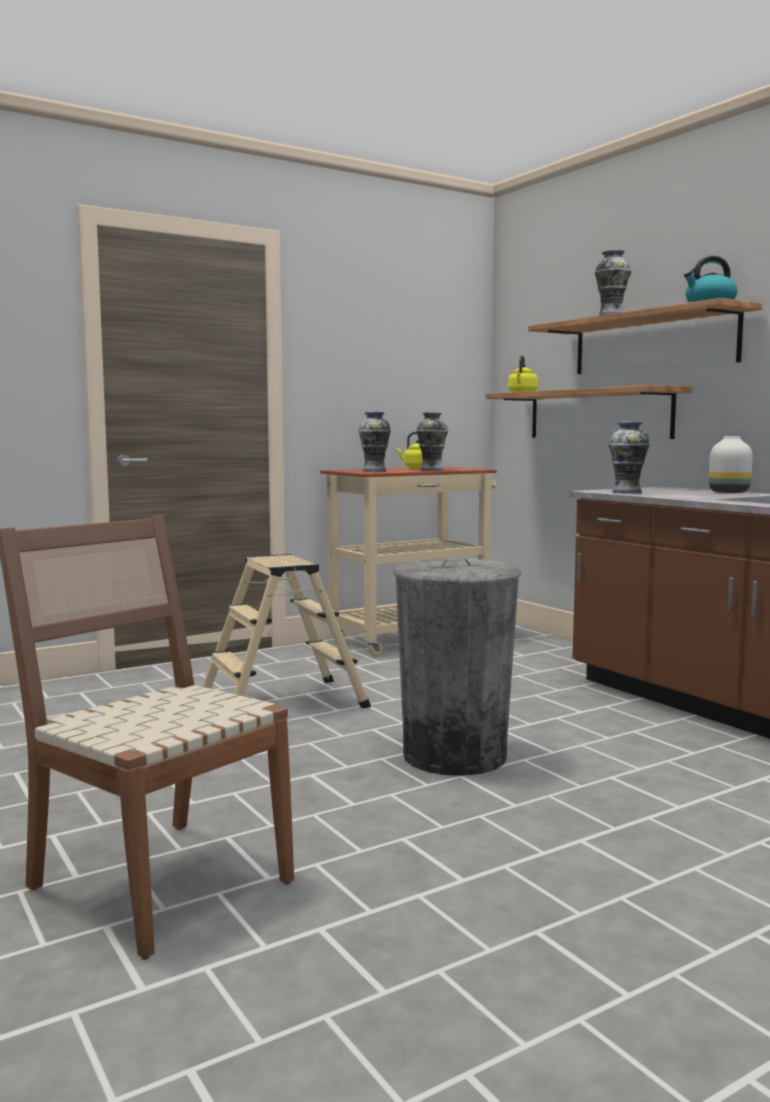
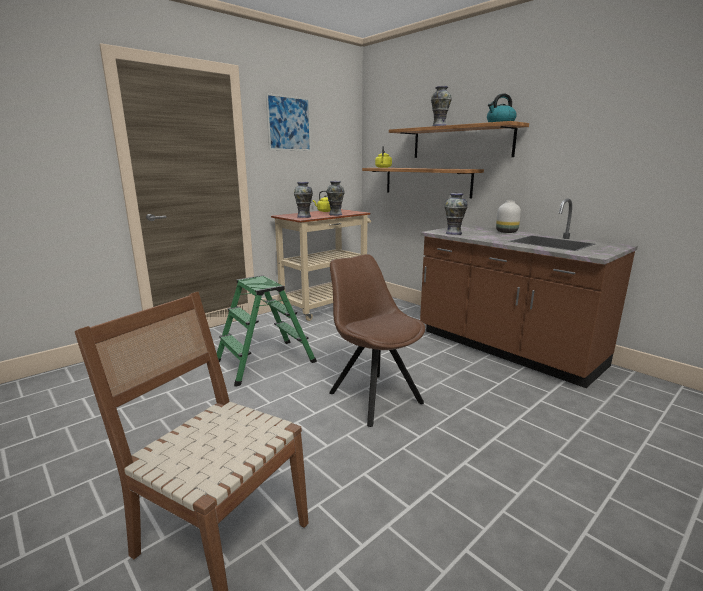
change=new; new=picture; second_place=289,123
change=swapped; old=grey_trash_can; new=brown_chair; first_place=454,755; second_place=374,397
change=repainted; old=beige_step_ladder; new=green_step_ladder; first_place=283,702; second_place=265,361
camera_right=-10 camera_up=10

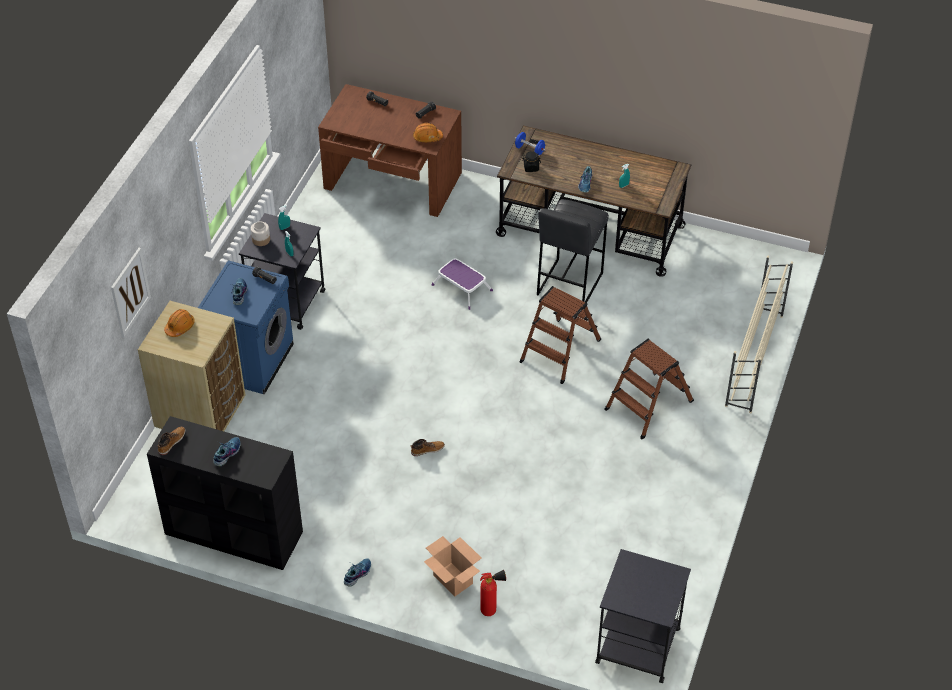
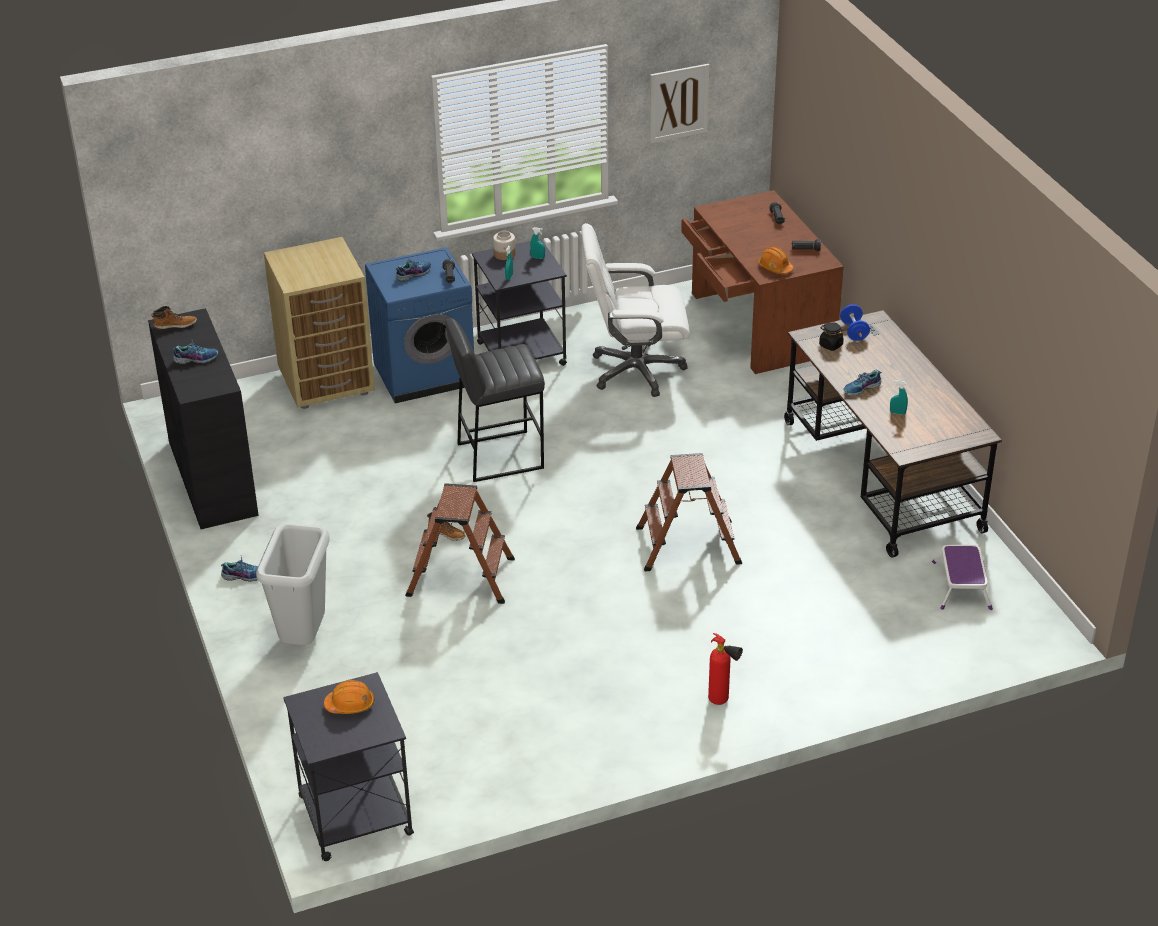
change=gone; old=beige_shoe_rack; first_place=753,360
change=new; new=white_office_chair; second_place=635,371
change=shifted; old=picture; first_place=130,292; second_place=678,103
change=shifted; old=orange_hard_hat; first_place=180,327; second_place=350,704
change=shifted; old=purple_step_ladder; first_place=462,287; second_place=962,585
change=shifted; old=fire_extinguisher; first_place=492,610; second_place=722,702
change=shifted; old=grey_stool; first_place=569,284; second_place=498,456
change=shifted; old=brown_step_ladder; first_place=649,405; second_place=460,577
change=swapped; old=cardboard_box; new=grey_trash_can; first_place=452,579; second_place=303,638
camera_right=50 camera_up=-10

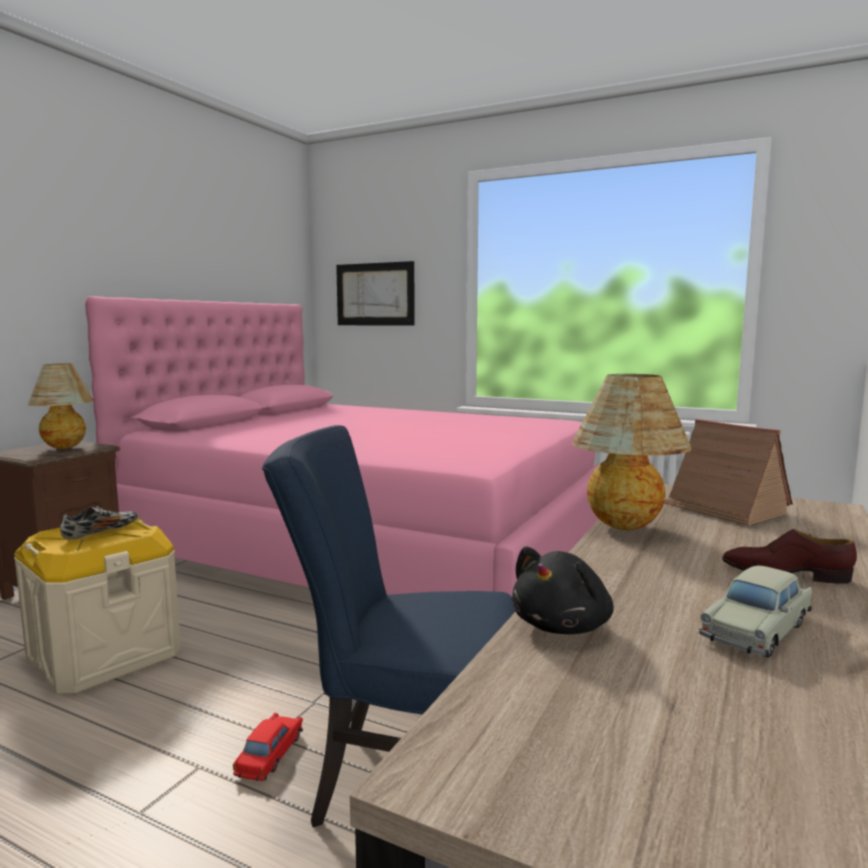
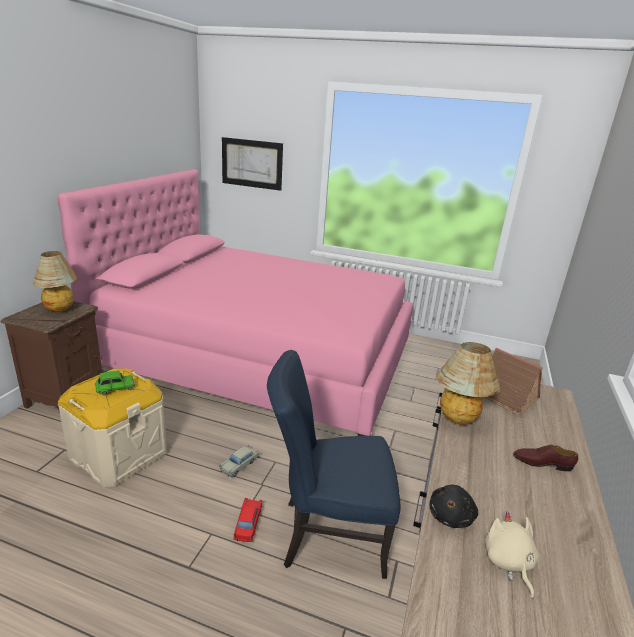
change=new; new=beige_plush_toy; second_place=508,563
change=shifted; old=beige_toy_car; first_place=758,630; second_place=239,465
change=swapped; old=shoe; new=green_toy_car; first_place=100,533; second_place=115,387
camera_right=-10 camera_up=15

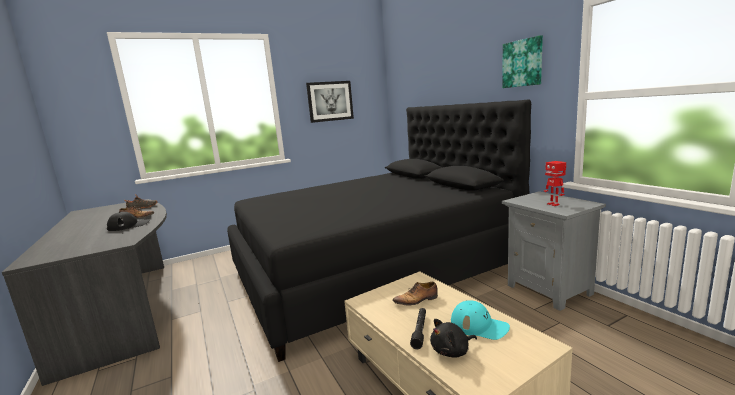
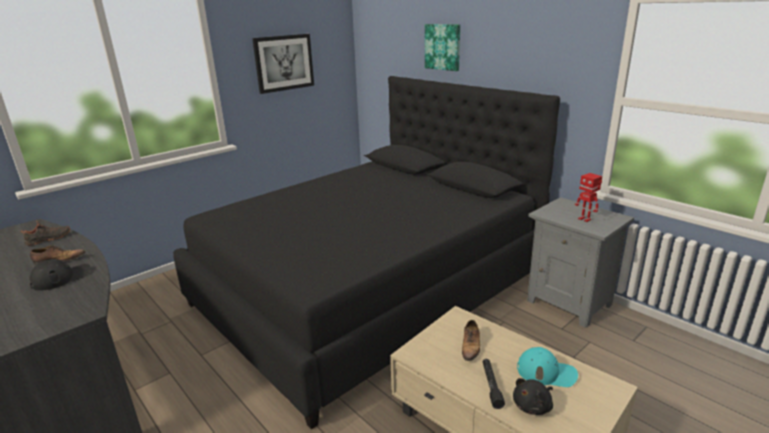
change=shifted; old=picture; first_place=523,63; second_place=443,47
change=rotated; old=shoe; first_place=417,300; second_place=471,346; degrees=-45
camera_right=-15 camera_up=10

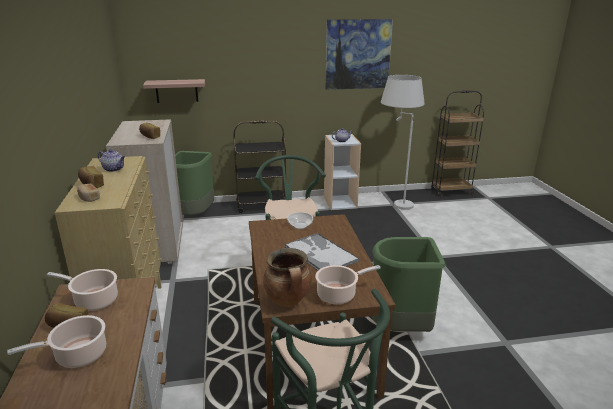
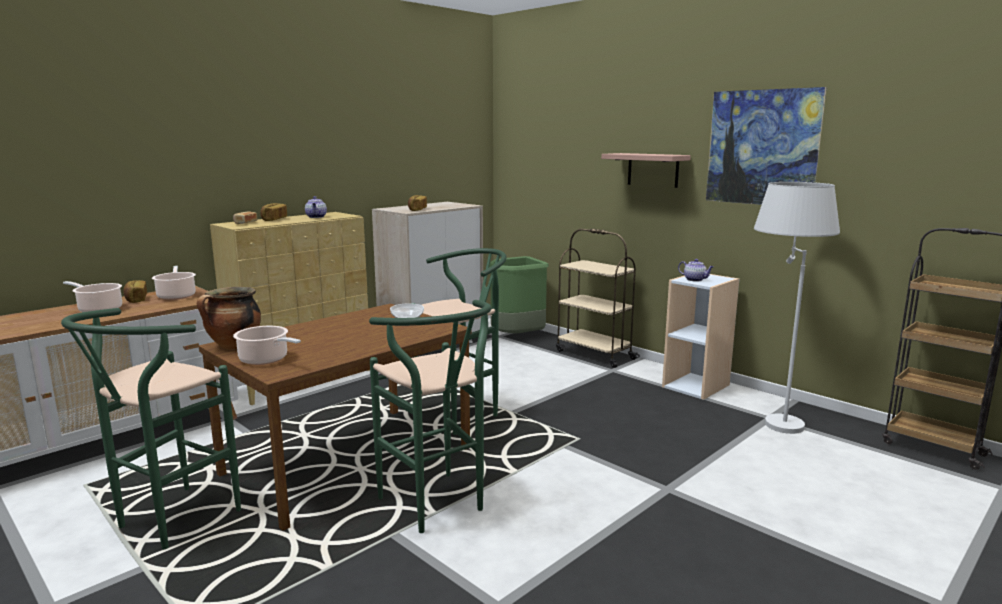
change=gone; old=tray; first_place=320,253
change=shifted; old=shelf; first_place=176,91; second_place=653,170
change=swapped; old=green_trash_can; new=green_stool; first_place=401,328; second_place=437,508
change=repainted; old=black_cart; new=beige_cart; first_place=262,206; second_place=594,354
camera_right=55 camera_up=-10

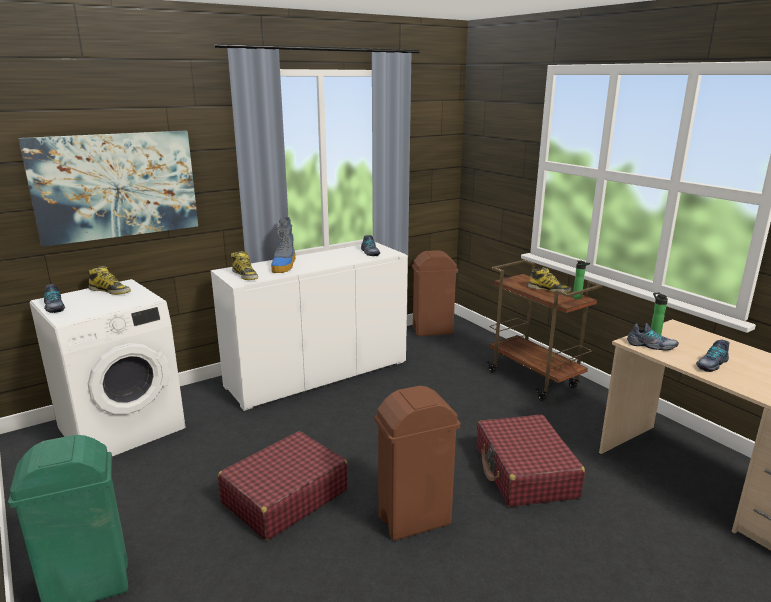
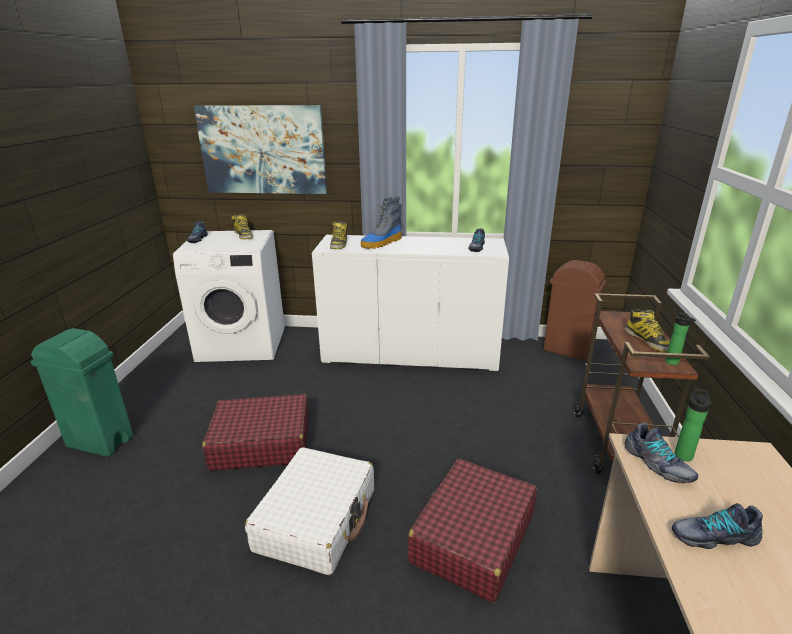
change=swapped; old=brown_trash_can; new=white_suitcase; first_place=413,520; second_place=317,520
camera_right=40 camera_up=5

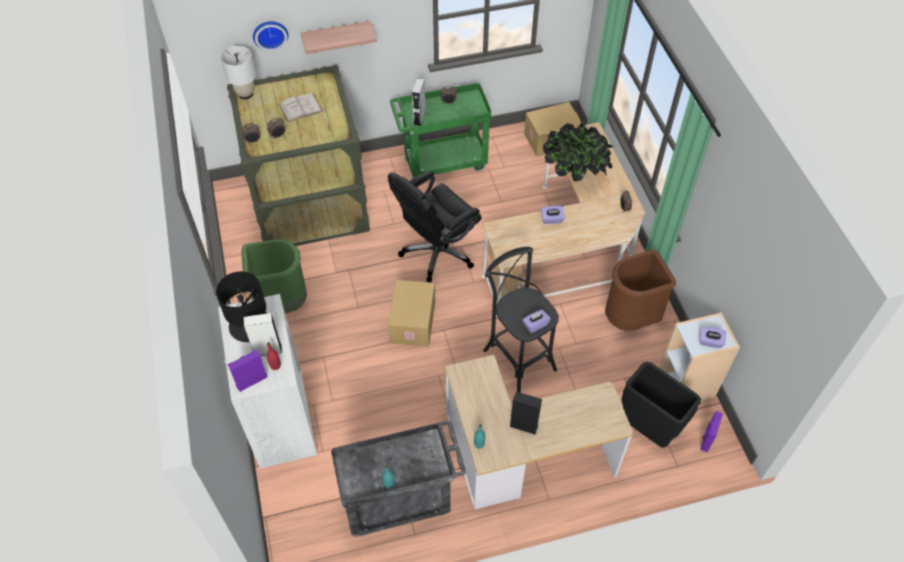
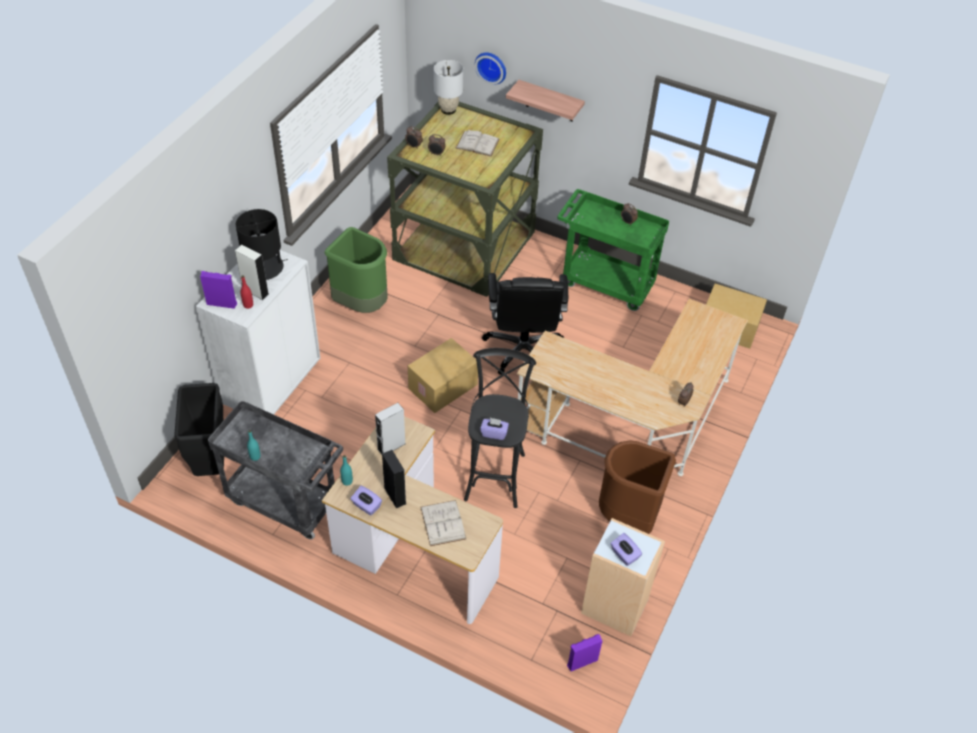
change=gone; old=potted_plant; first_place=574,175
change=new; new=white_book; second_place=443,523
change=shifted; old=grey_speaker; first_place=419,118; second_place=391,446
change=shifted; old=purple_tissue_box; first_place=552,219; second_place=366,506
change=shifted; old=black_trash_can; first_place=647,431; second_place=210,463
change=rotated; old=black_office_chair; first_place=438,252; second_place=523,349; degrees=-90
camera_right=40 camera_up=-5

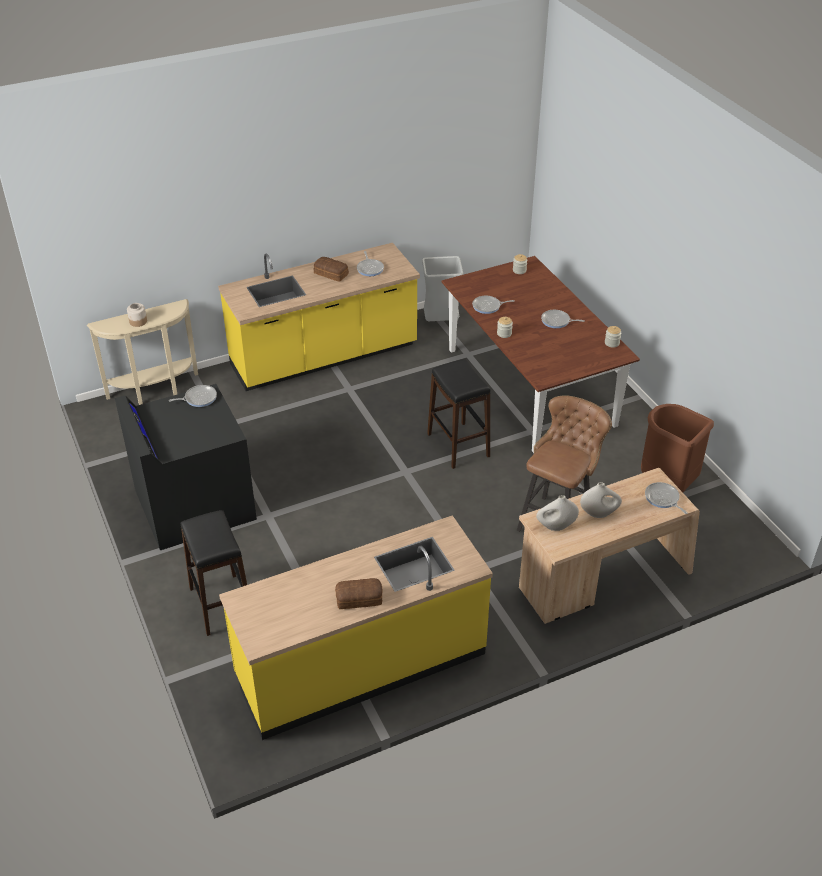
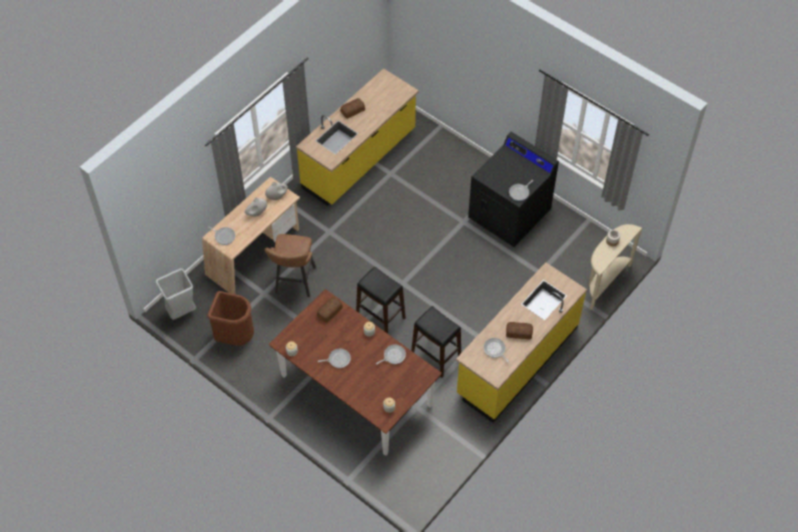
change=new; new=bread; second_place=329,312
change=shifted; old=black_stool; first_place=221,604; second_place=436,356
change=shifted; old=grey_trash_can; first_place=440,323; second_place=182,312
camera_right=155 camera_up=15

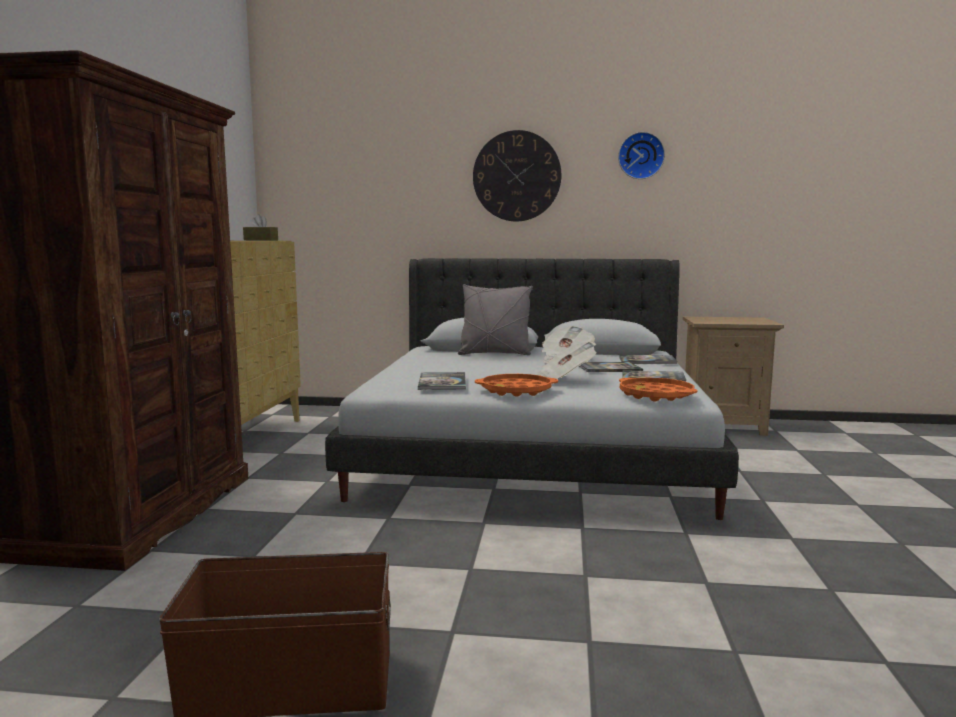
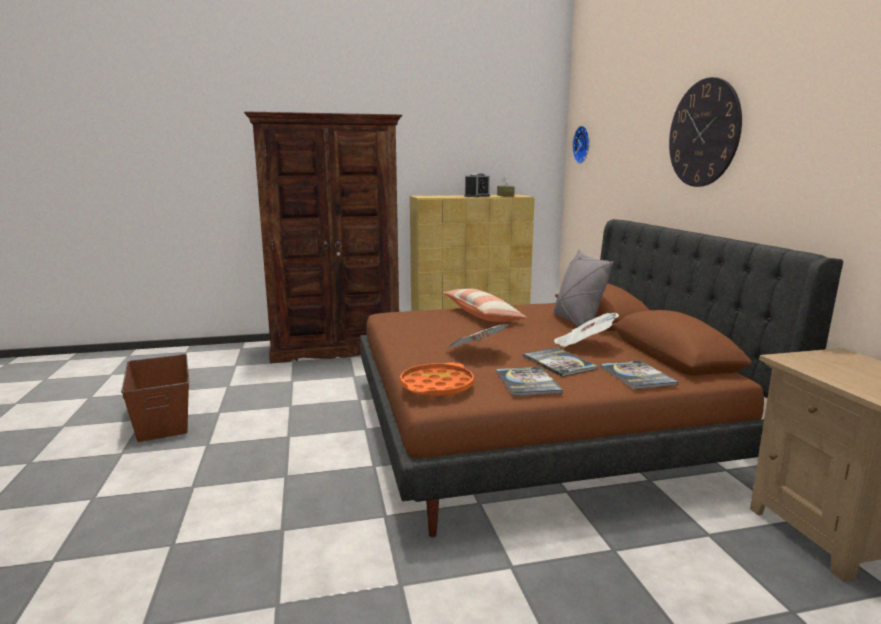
change=gone; old=book; first_place=442,382
change=gone; old=orange_tray; first_place=516,391
change=new; new=pillow; second_place=482,315
change=new; new=alarm_clock; second_place=477,196
change=shifted; old=wall_clock; first_place=641,156; second_place=583,144
change=repainted; old=grey_bed; new=brown_bed; first_place=533,454; second_place=540,424
camera_right=70 camera_up=5

